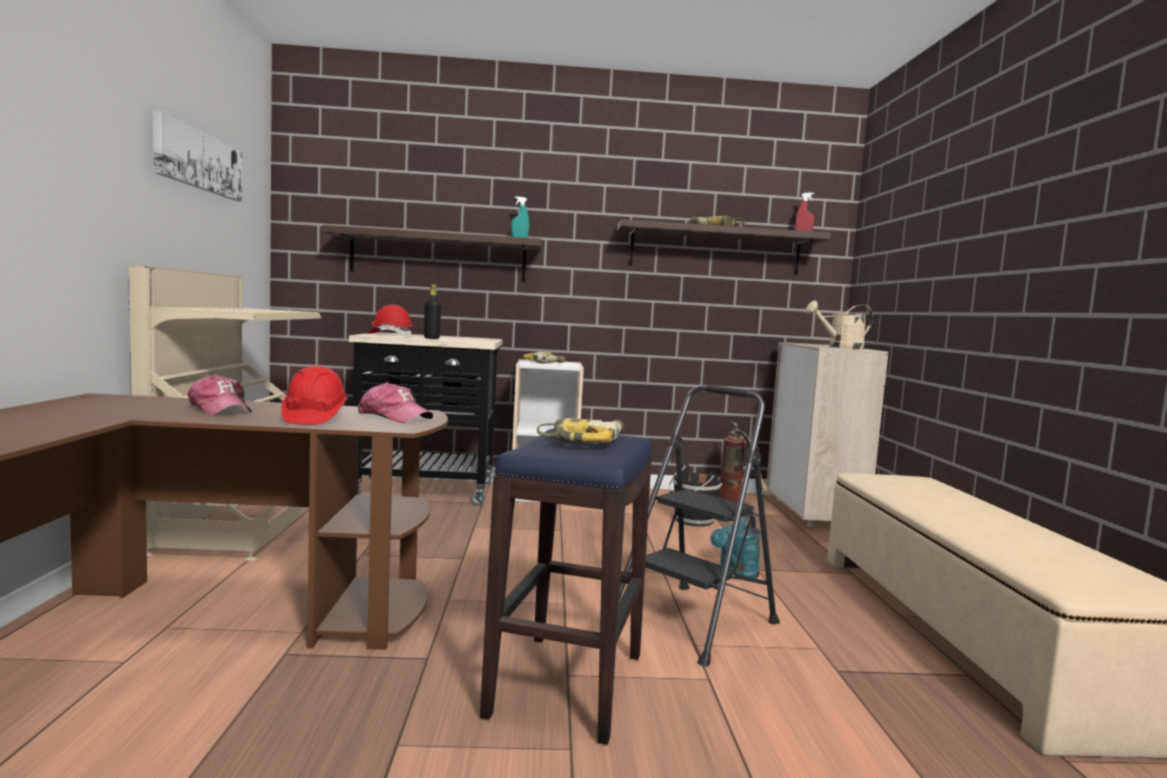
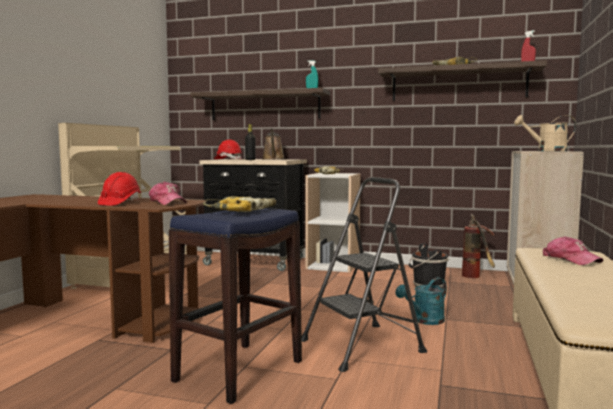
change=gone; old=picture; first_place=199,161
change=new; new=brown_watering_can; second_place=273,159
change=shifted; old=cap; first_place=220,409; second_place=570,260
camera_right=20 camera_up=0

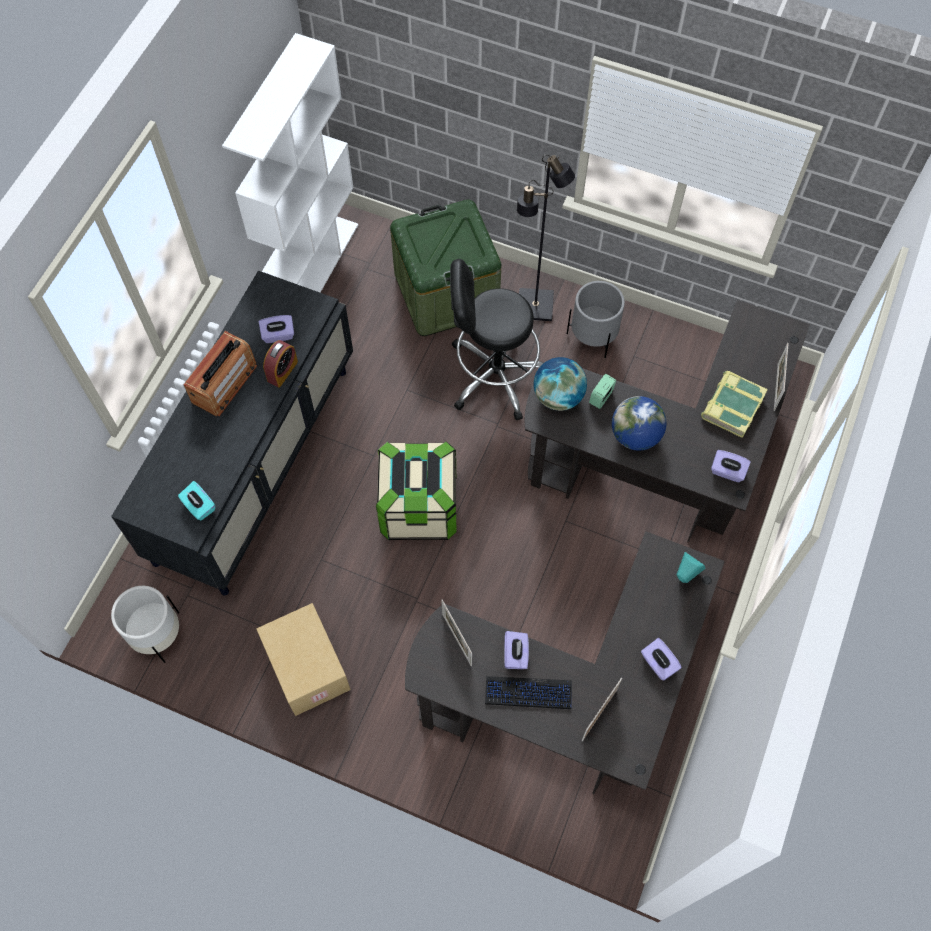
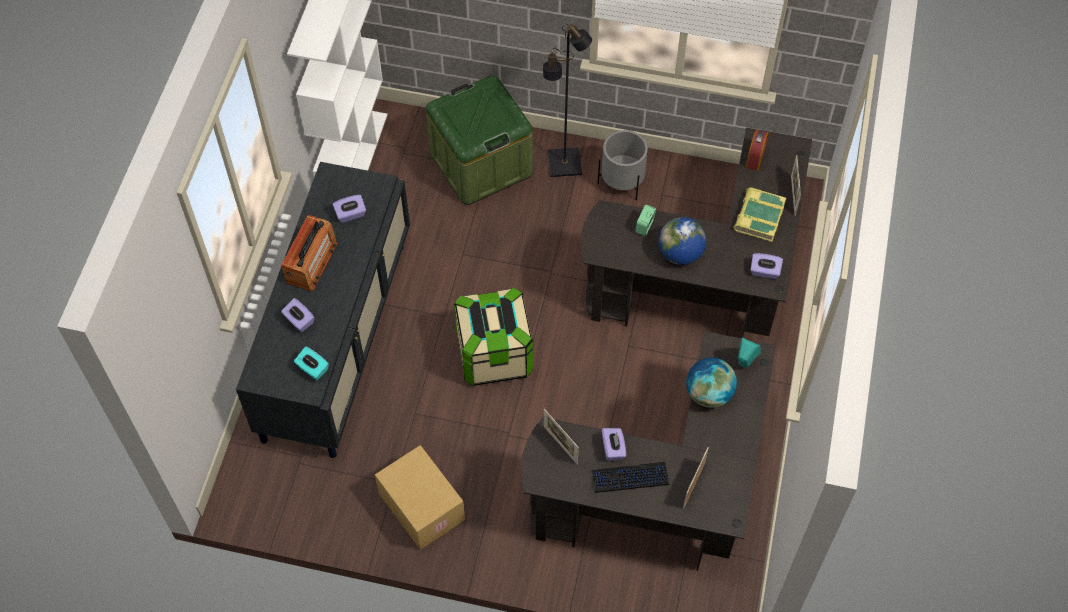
change=gone; old=white_planter; first_place=157,635
change=gone; old=black_stool; first_place=494,374
change=shifted; old=alarm_clock; first_place=282,371; second_place=755,157
change=shifted; old=globe; first_place=558,396; second_place=709,393
change=shifted; old=purple_tissue_box; first_place=658,663; second_place=299,321
camera_right=-10 camera_up=-5

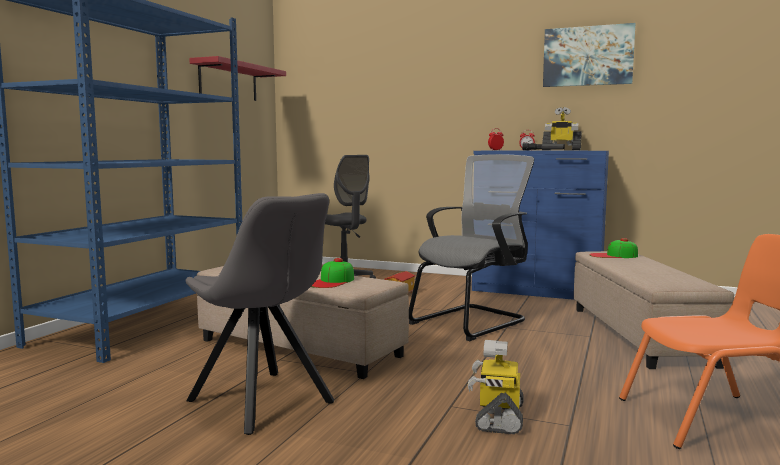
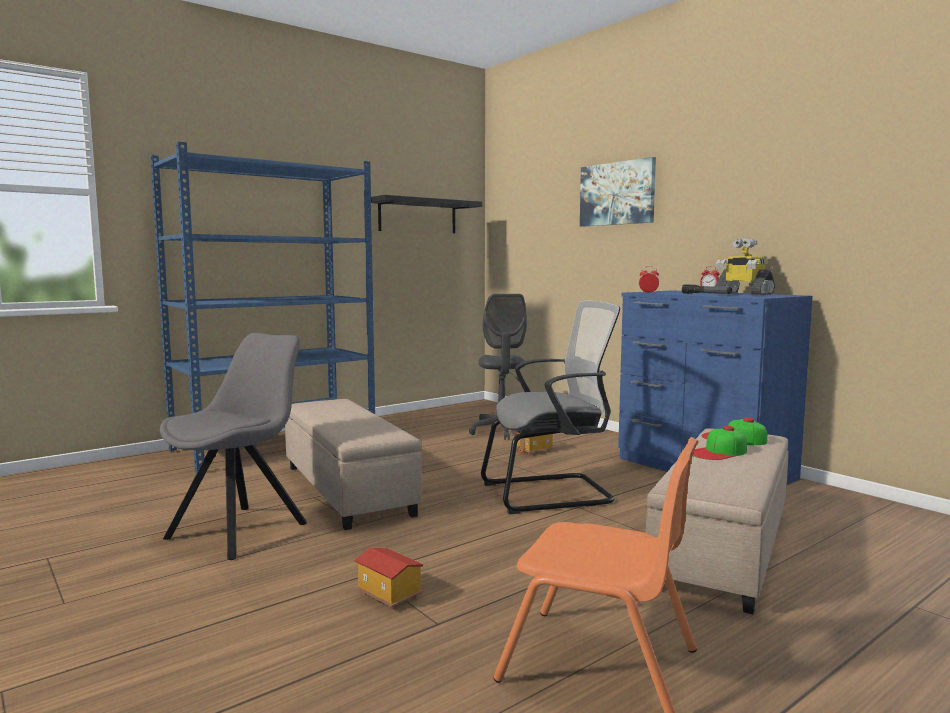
change=shifted; old=cap; first_place=332,281; second_place=718,452
change=shifted; old=picture; first_place=588,56; second_place=617,193
change=swapped; old=toy_robot; new=toy_house; first_place=498,417; second_place=388,596
change=repainted; old=red_shelf; new=black_shelf; first_place=228,81; second_place=417,216
change=rotated; old=grey_chair; first_place=262,401; second_place=239,531; degrees=-135
camera_right=30 camera_up=0

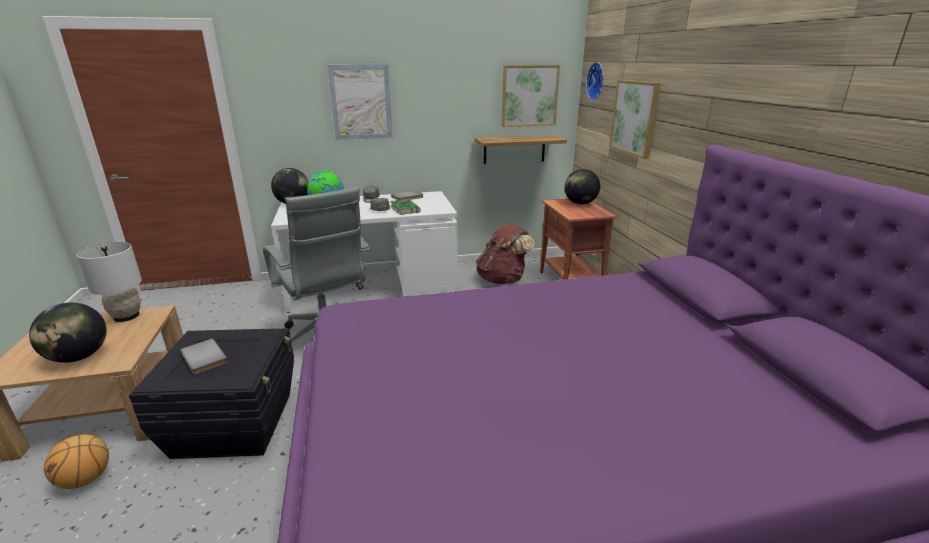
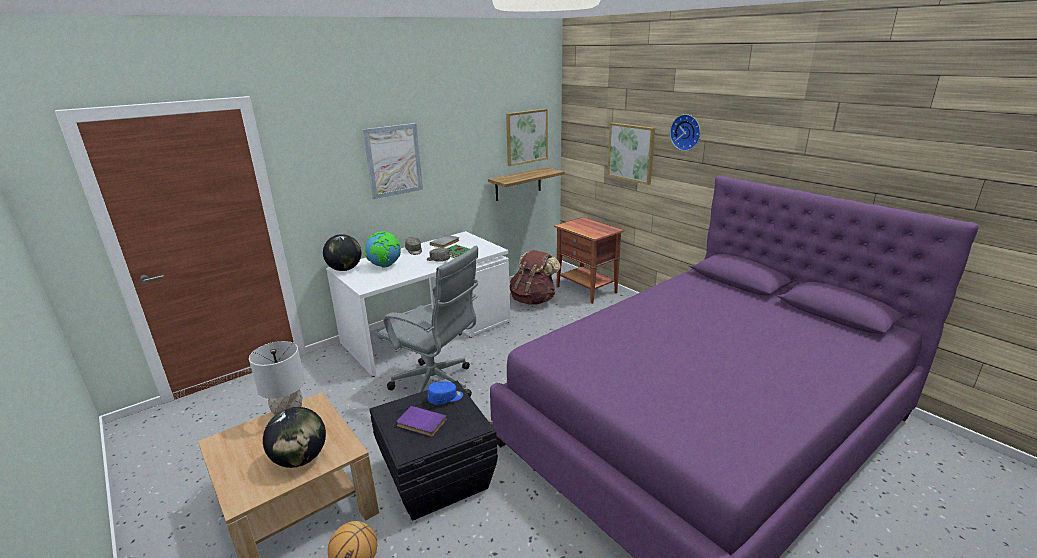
change=gone; old=globe; first_place=580,203
change=new; new=blue_cap; second_place=445,398
change=shifted; old=wall_clock; first_place=597,81; second_place=686,132
change=repainted; old=grey_book; new=purple_book; first_place=202,358; second_place=420,423
camera_right=-25 camera_up=0

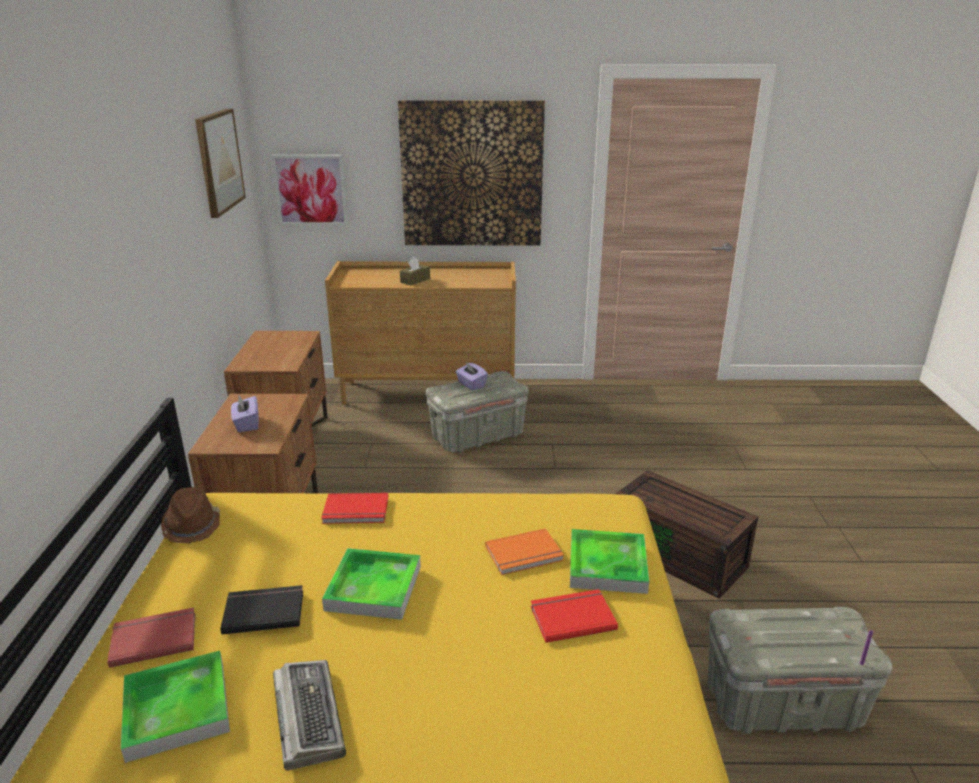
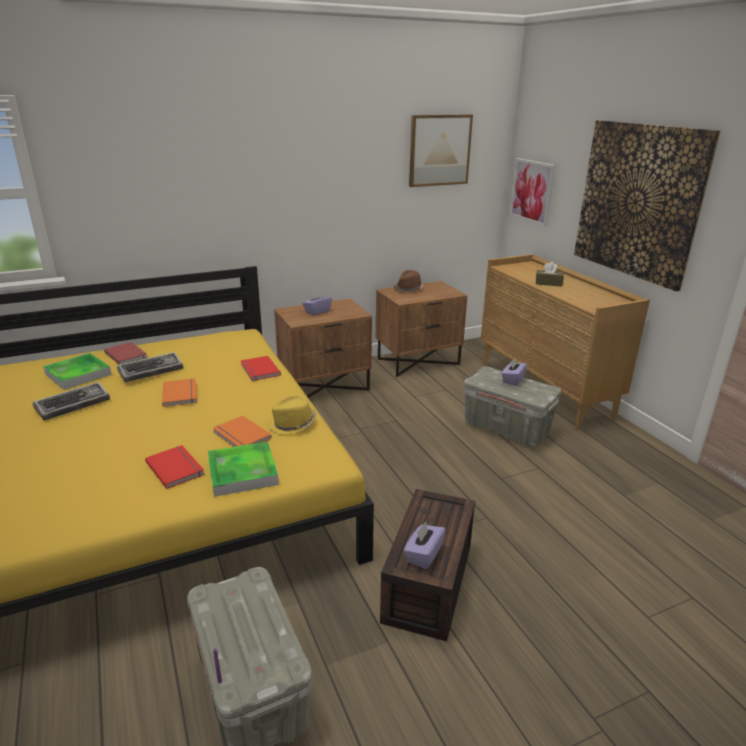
change=new; new=yellow_hat; second_place=292,424
change=new; new=purple_tissue_box; second_place=423,555
change=shifted; old=brown_hat; first_place=192,525; second_place=409,289
change=swapped; old=black_book; new=keyboard; first_place=263,610; second_place=152,371
change=swapped; old=tray; new=orange_book; first_place=373,588; second_place=181,394
camera_right=65 camera_up=0

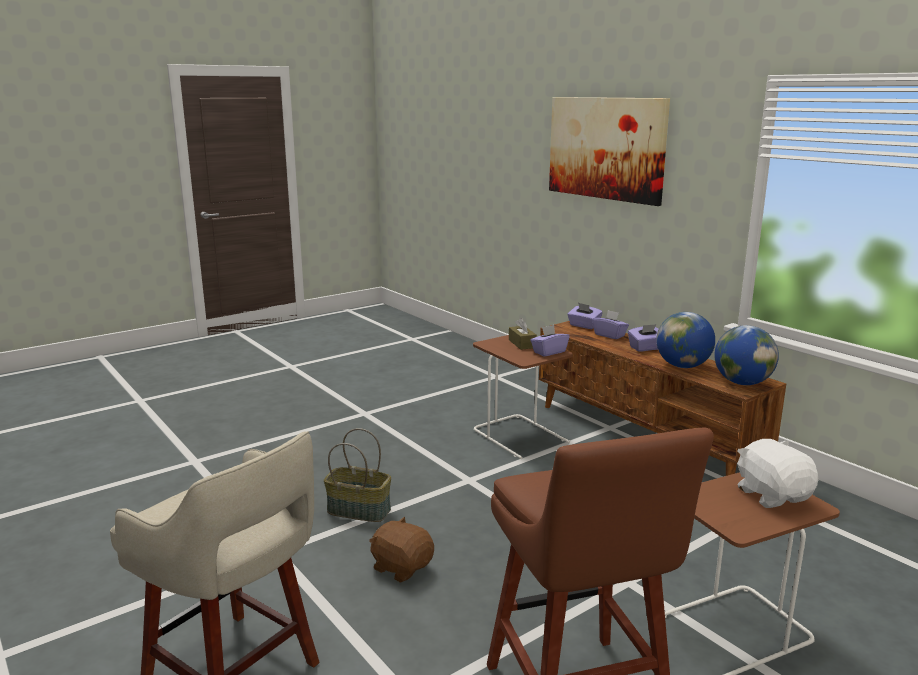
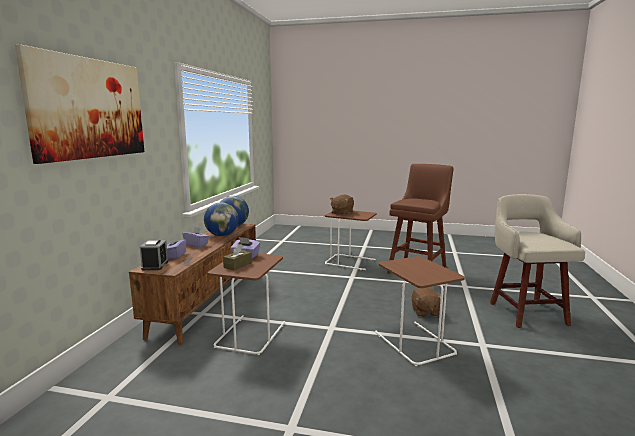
change=swapped; old=basket; new=brown_side_table; first_place=359,510; second_place=413,343
change=swapped; old=purple_tissue_box; new=alarm_clock; first_place=584,326; second_place=155,265
change=repainted; old=white_plush_toy; new=brown_plush_toy; first_place=772,495; second_place=342,213
camera_right=-130 camera_up=-5

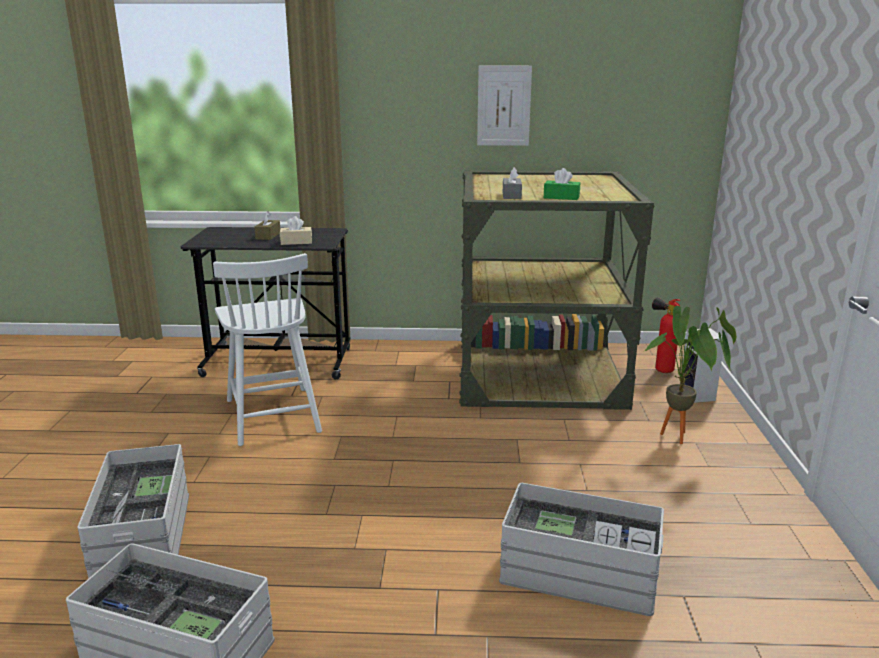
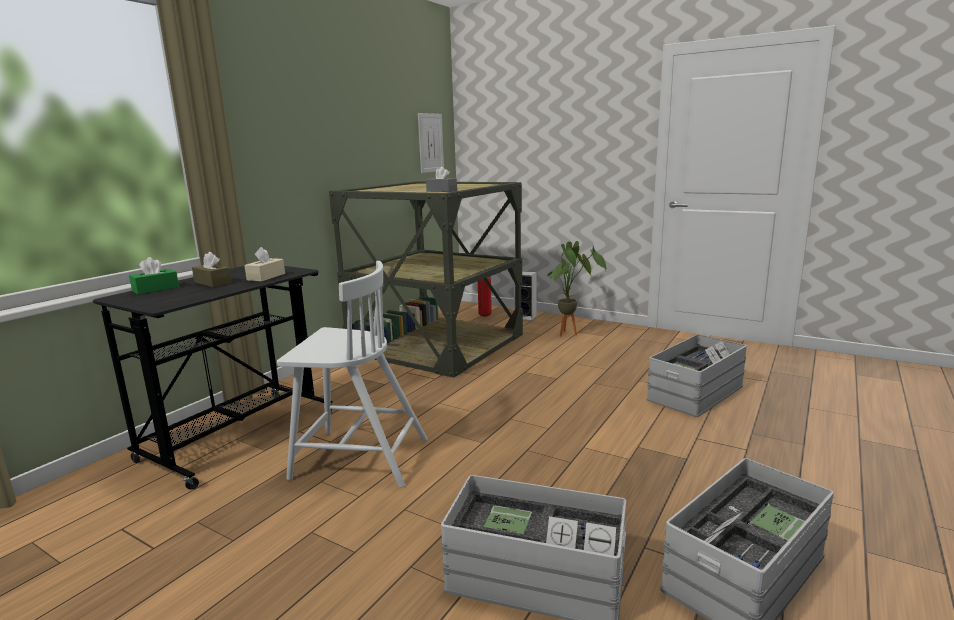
change=shifted; old=picture; first_place=504,106; second_place=430,143
change=shifted; old=green_tissue_box; first_place=561,197; second_place=155,289
camera_right=-60 camera_up=-5

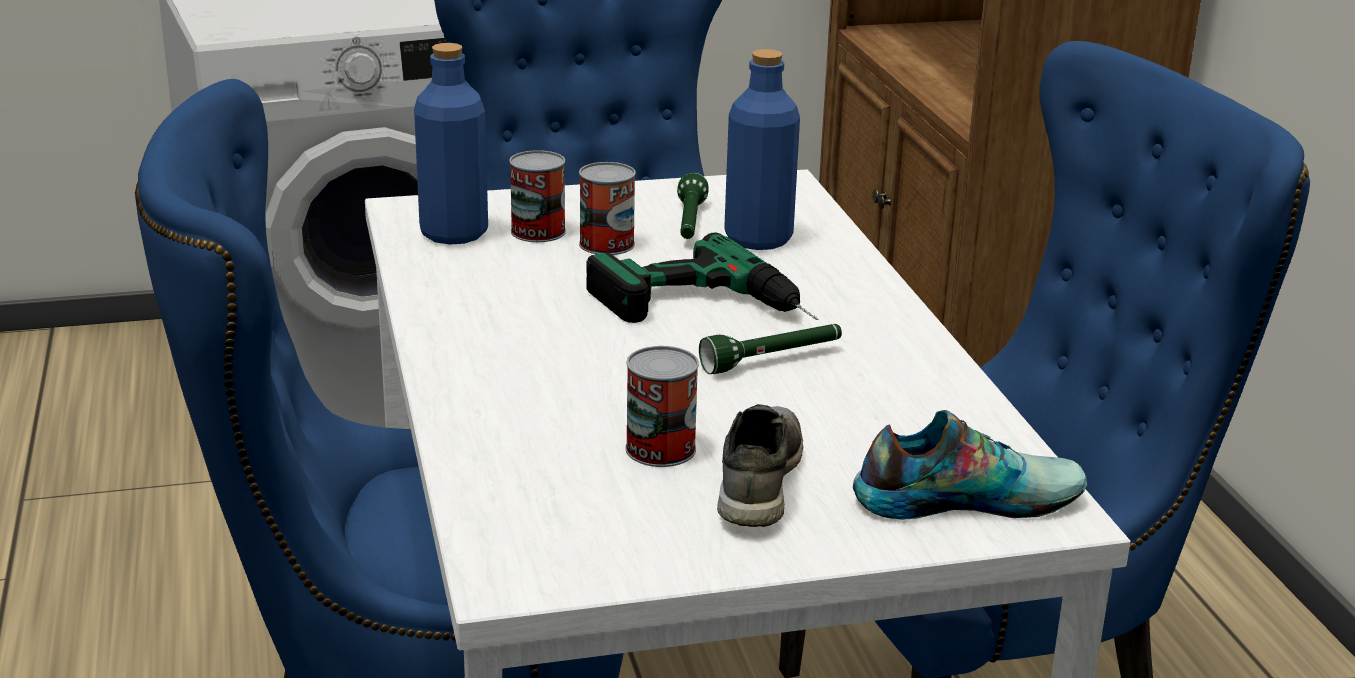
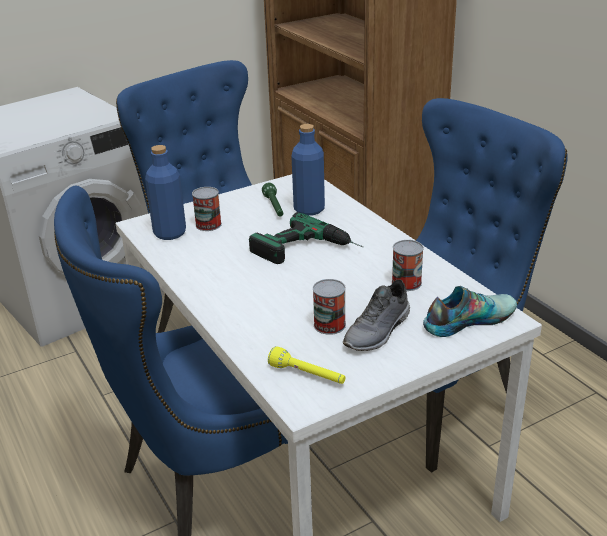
change=gone; old=green_flashlight; first_place=772,360
change=new; new=yellow_flashlight; second_place=307,375
change=shifted; old=can; first_place=606,244; second_place=406,283
change=rotated; old=grey_shoe; first_place=755,481; second_place=378,331; degrees=-135
camera_right=-15 camera_up=5

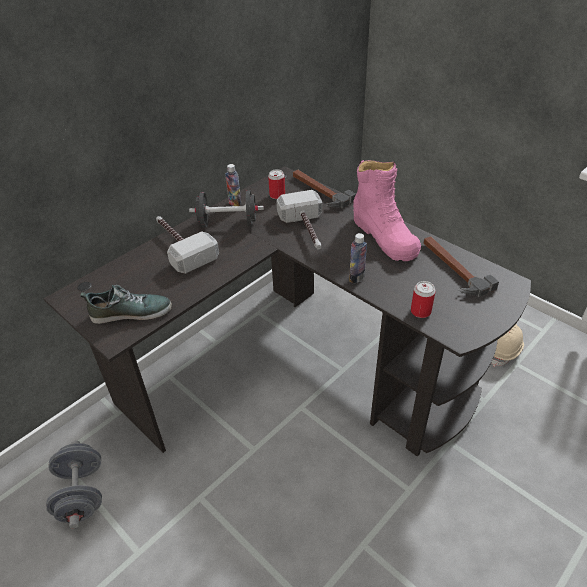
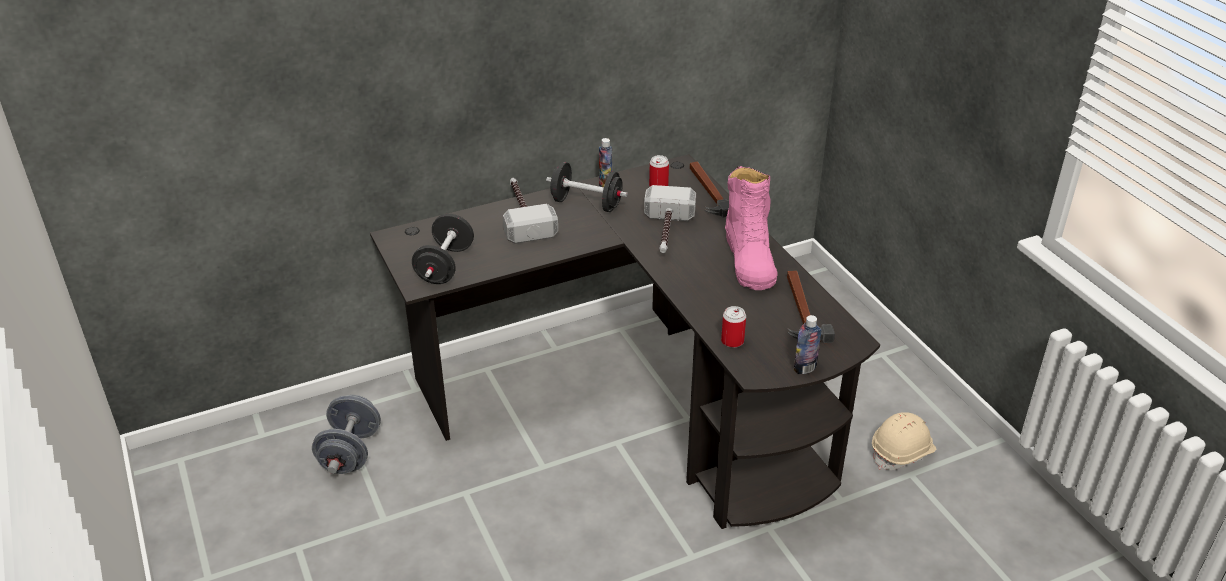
change=shifted; old=bottle; first_place=356,277; second_place=805,368
change=swapped; old=shoe; new=black_dumbbell; first_place=131,312; second_place=445,266
camera_right=20 camera_up=-5

